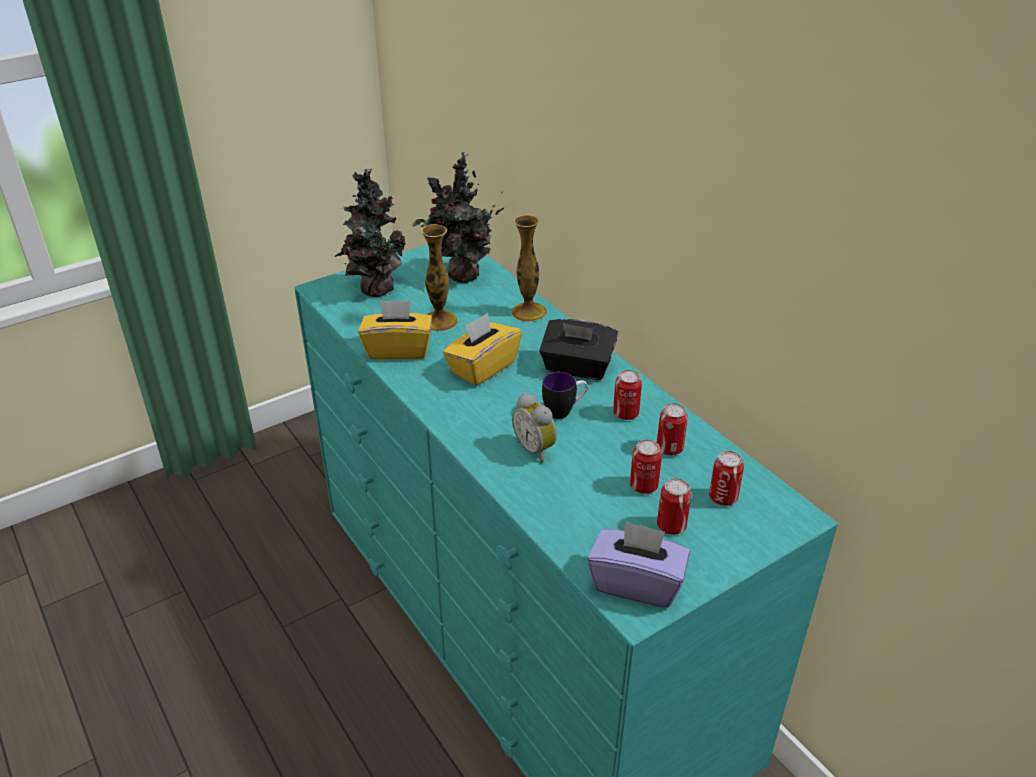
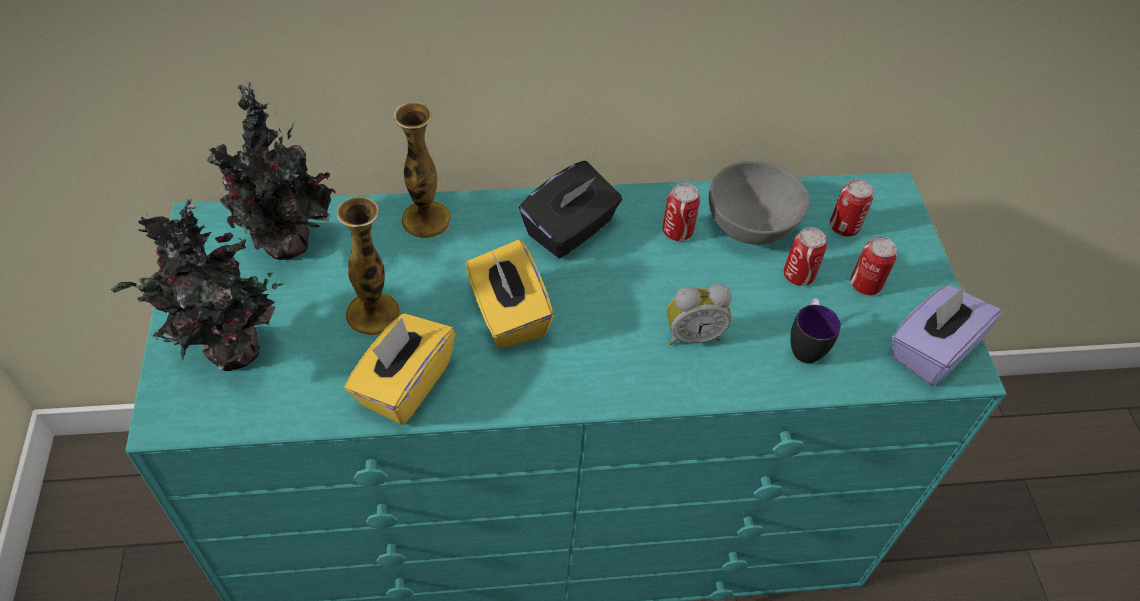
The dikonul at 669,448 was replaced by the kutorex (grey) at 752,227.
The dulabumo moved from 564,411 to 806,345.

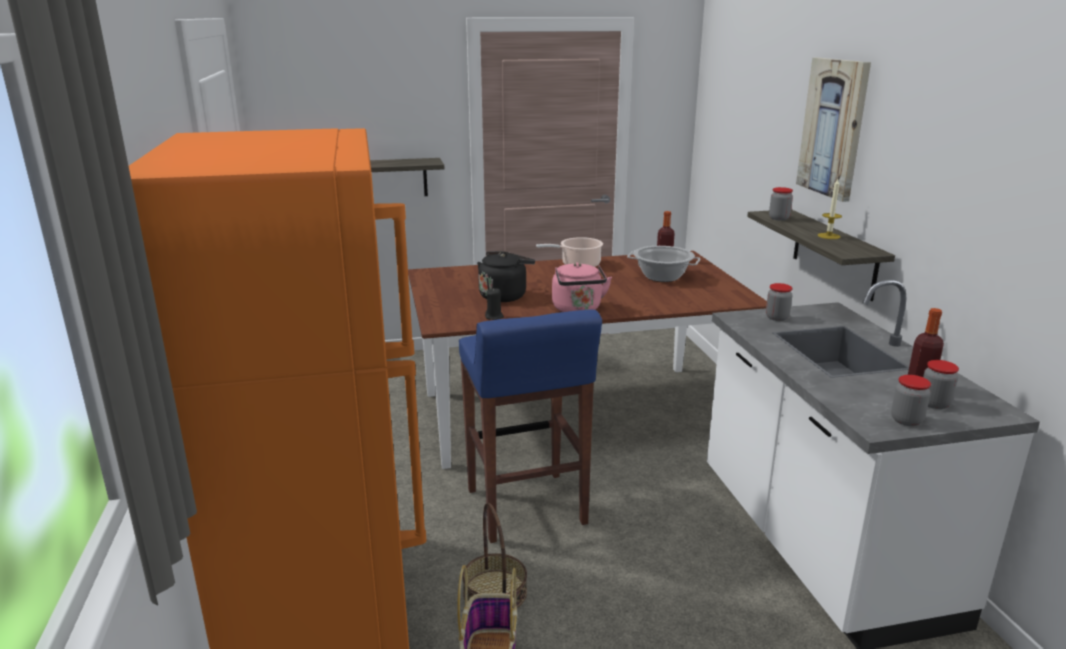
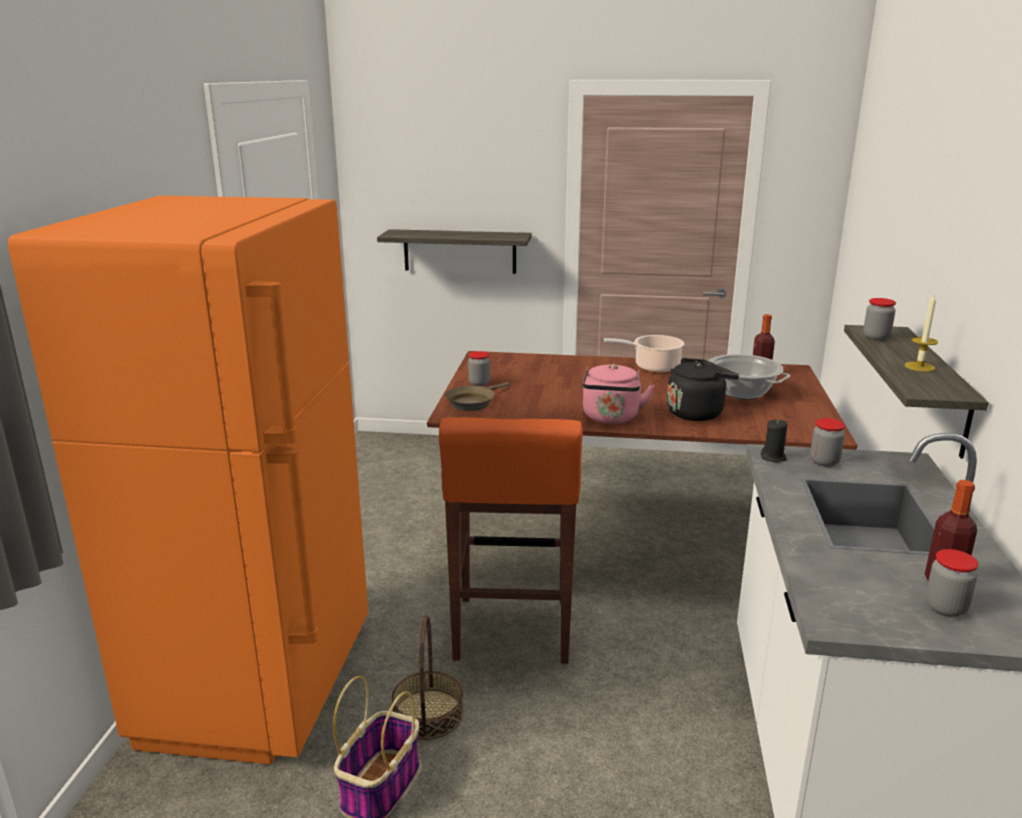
The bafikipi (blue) at 526,508 became the bafikipi (orange) at 512,631.
The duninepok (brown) at 473,402 appeared.
The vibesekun moved from 906,420 to 479,383.
The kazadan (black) moved from 504,296 to 697,412.
The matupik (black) moved from 494,317 to 773,457.
The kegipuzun at 833,128 disappeared.

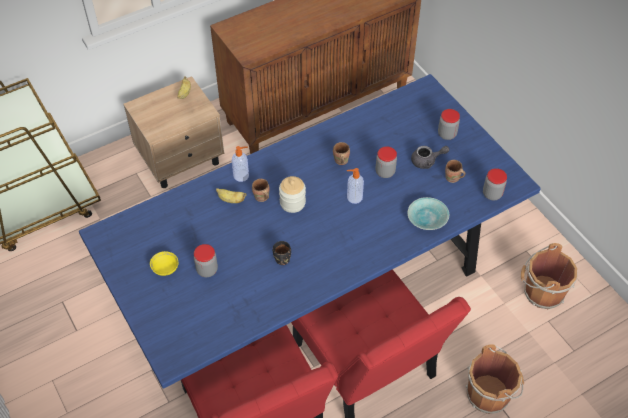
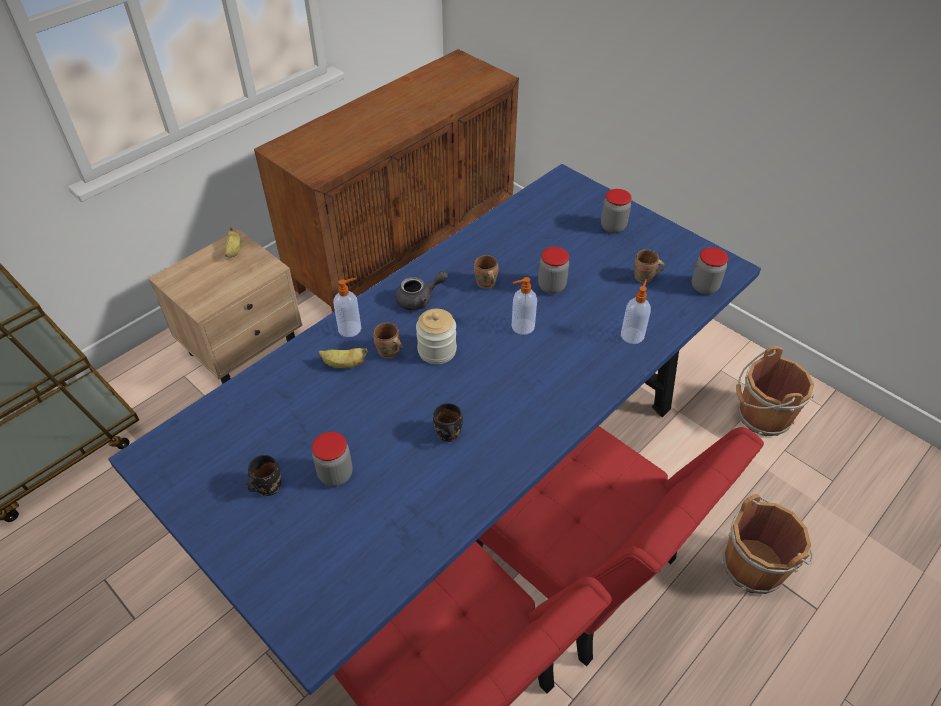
The kutorex (yellow) at 165,268 was replaced by the dulabumo (black) at 266,486.
The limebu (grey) moved from 427,161 to 419,299.
The kutorex (turquoise) at 426,219 was replaced by the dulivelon at 632,335.

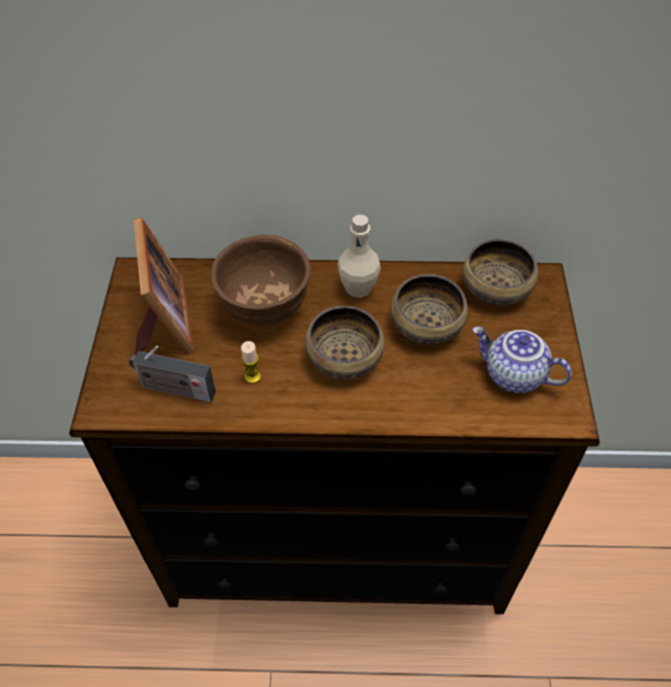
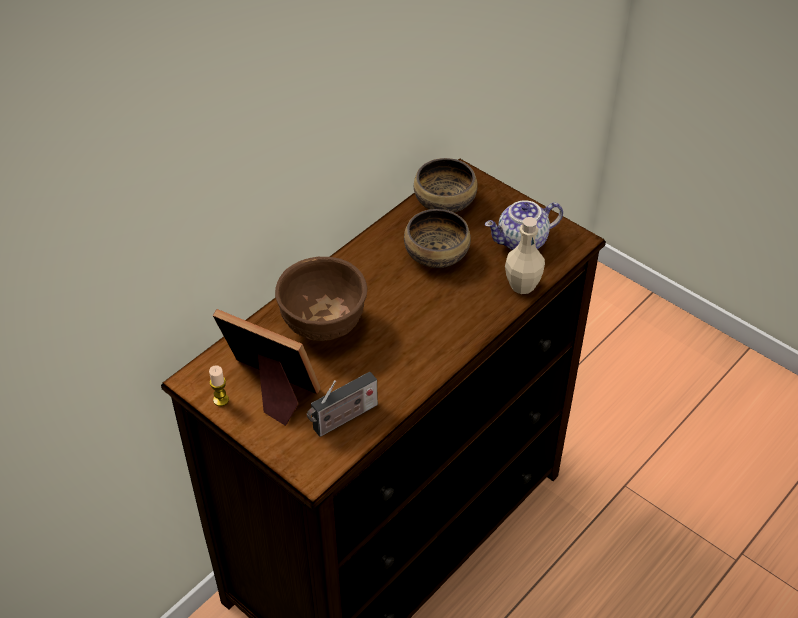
The matupik moved from 252,376 to 221,400.
The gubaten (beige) moved from 358,288 to 522,285.
The kutorex at 344,357 disappeared.

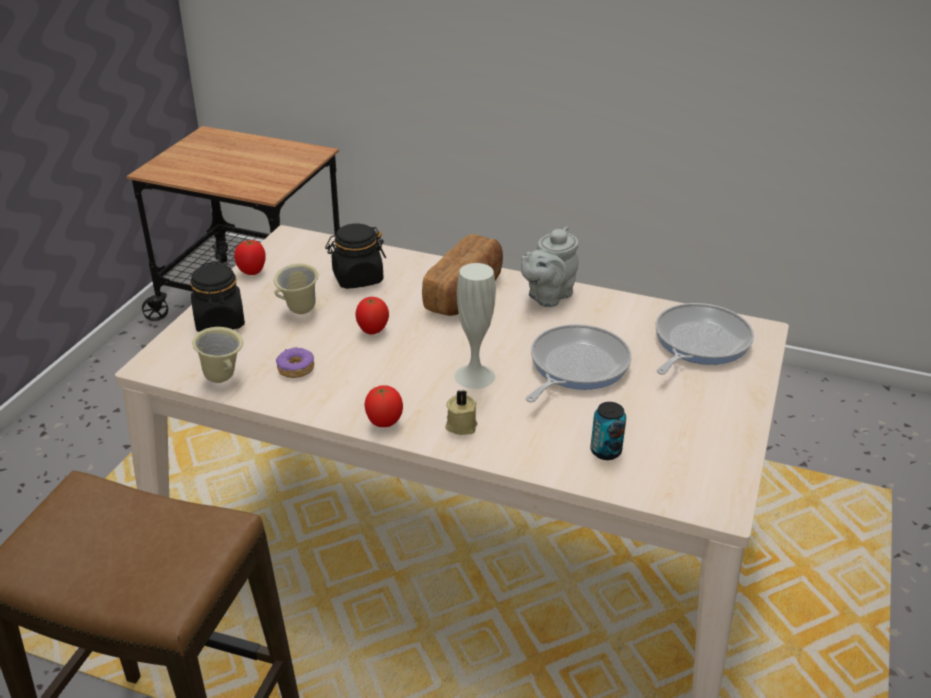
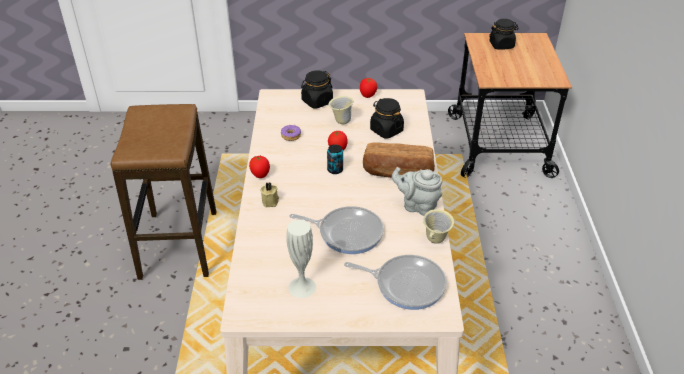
The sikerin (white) moved from 474,376 to 302,287.
The dikonul moved from 605,451 to 335,170.
The dulabumo (beige) moved from 223,378 to 436,241.
The vibesekun (black) at 501,45 appeared.

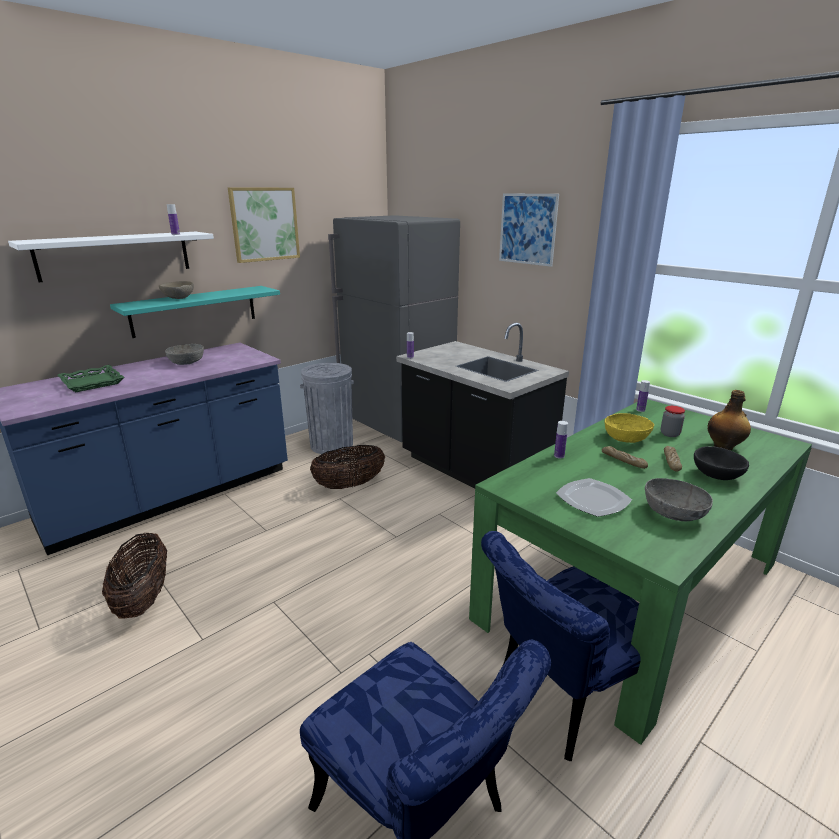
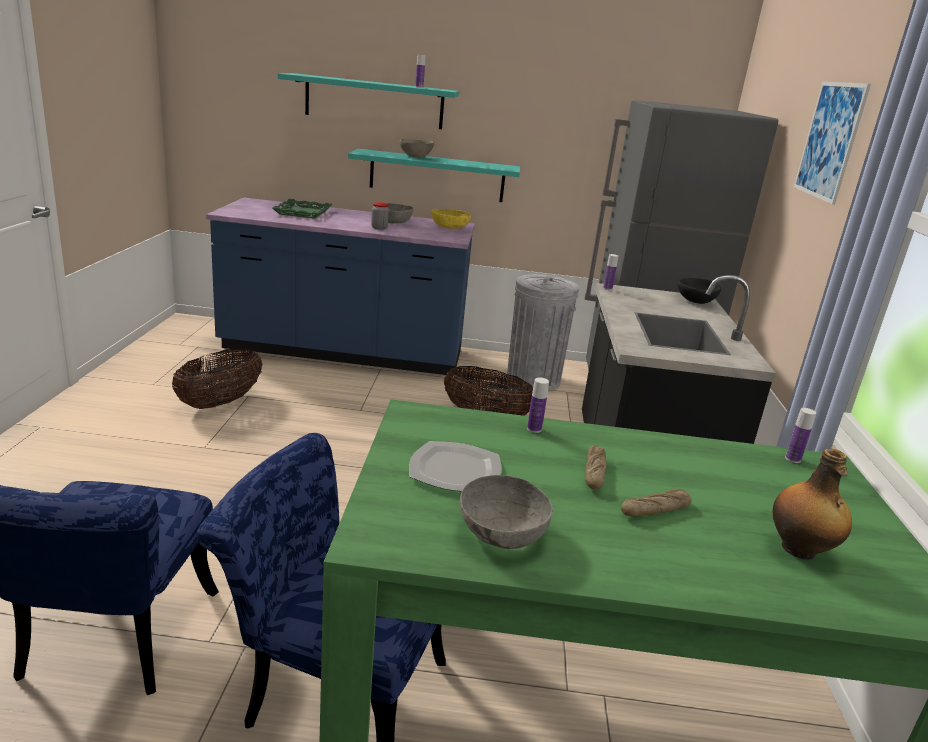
The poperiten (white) at 115,255 became the poperiten (turquoise) at 374,102.
The vibesekun moved from 670,434 to 379,228.
The kutorex (yellow) moved from 626,438 to 450,227.
The kutorex (black) moved from 716,476 to 695,301.
The kegipuzun at 264,224 disappeared.

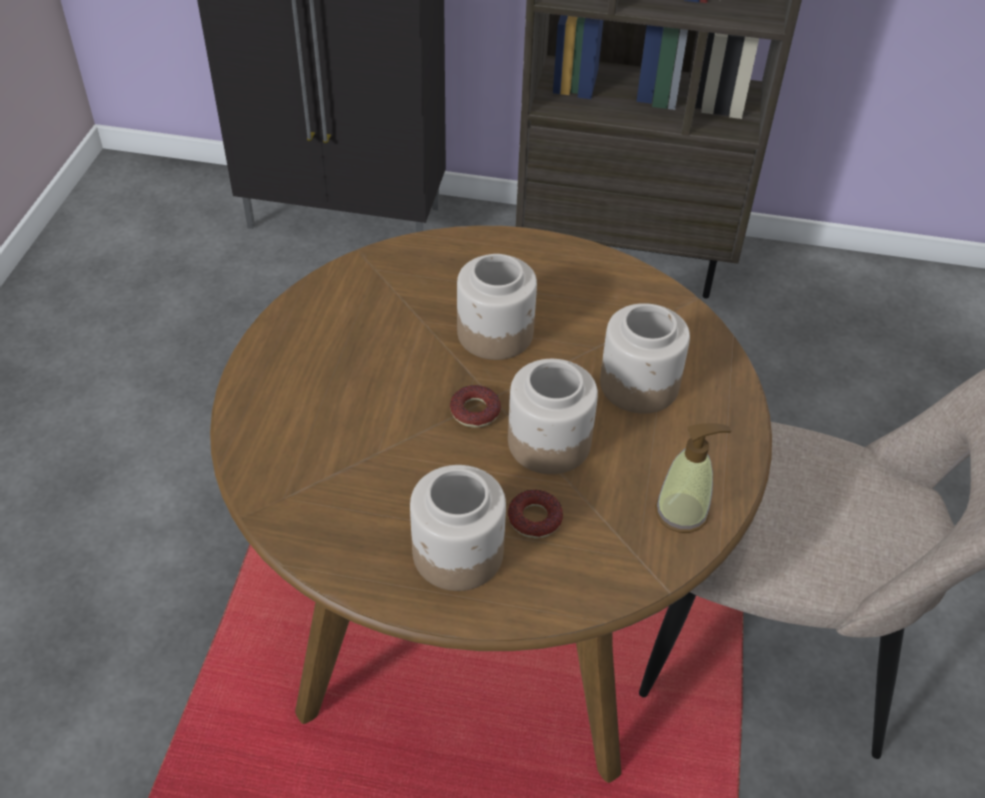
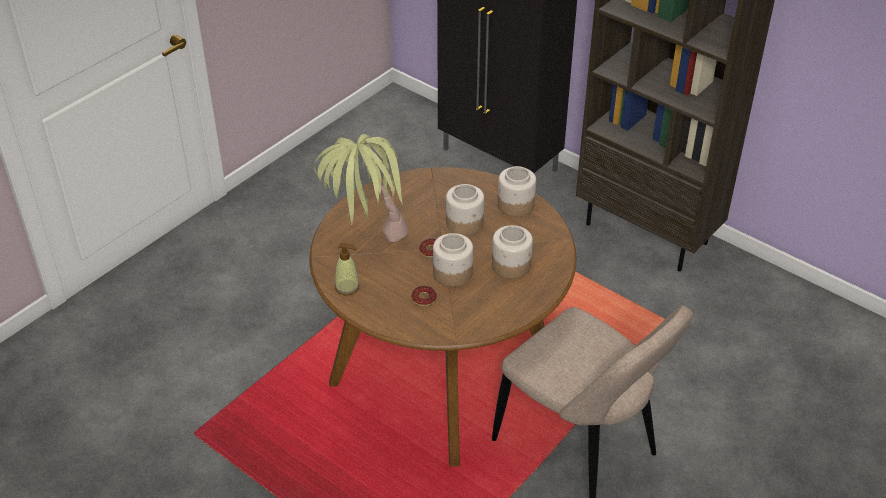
The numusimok at 366,242 appeared.
The dulivelon moved from 682,512 to 347,287.
The vibesekun moved from 457,554 to 515,205.

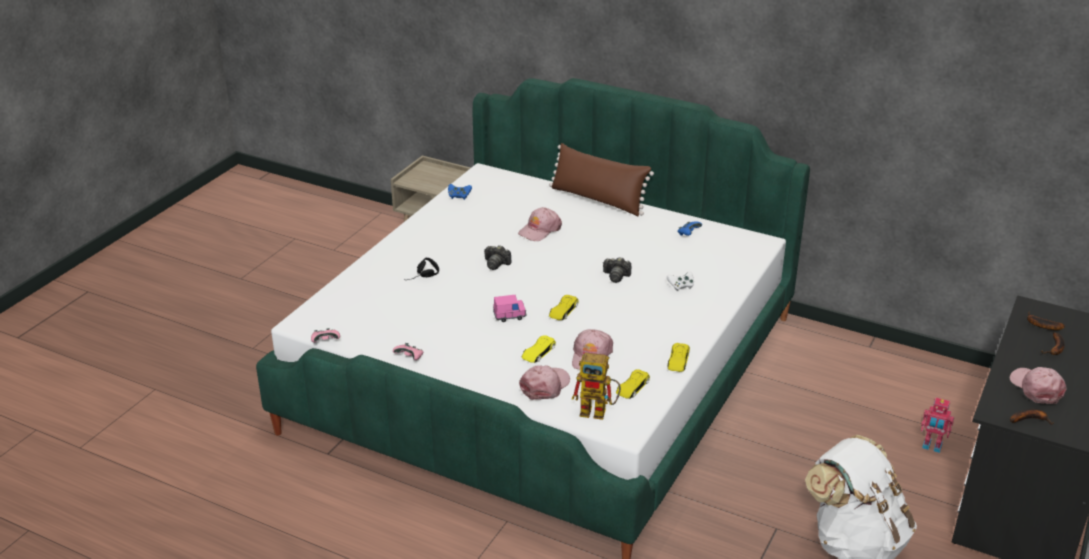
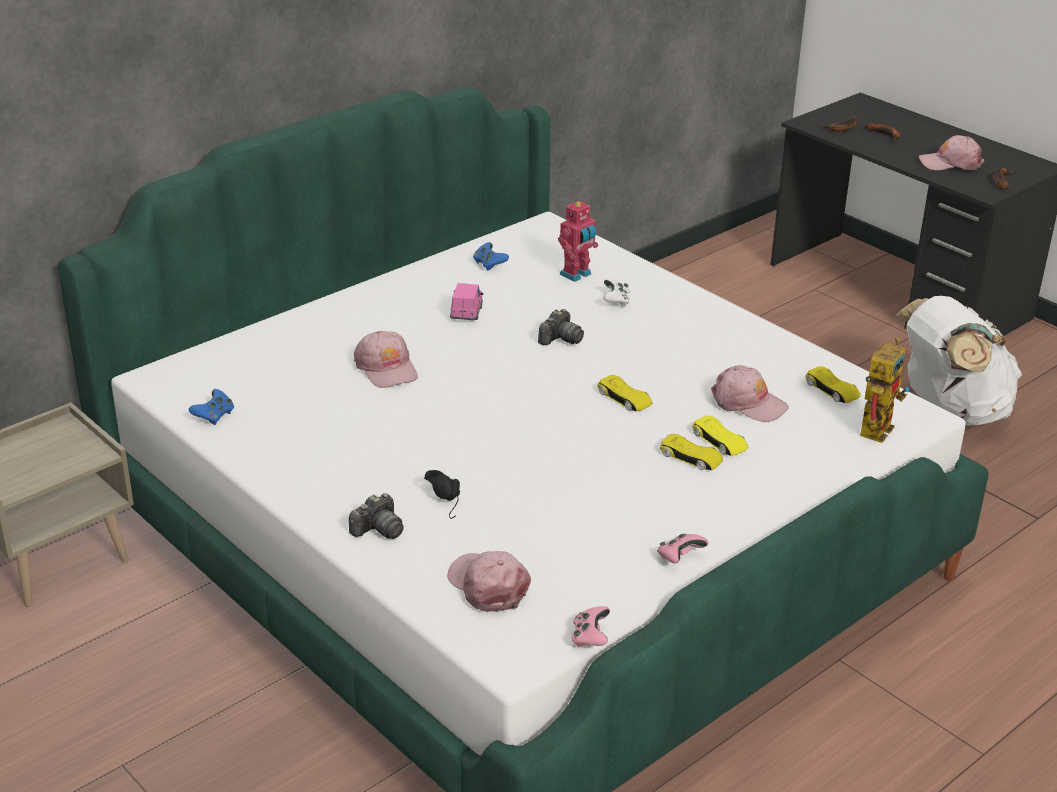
The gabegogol moved from 496,264 to 378,529.
The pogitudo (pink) moved from 545,386 to 488,585.
The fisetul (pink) moved from 509,316 to 466,313.
The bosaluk moved from 931,446 to 577,275.
The fisetul (yellow) moved from 678,361 to 691,457.
The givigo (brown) at 598,199 disappeared.

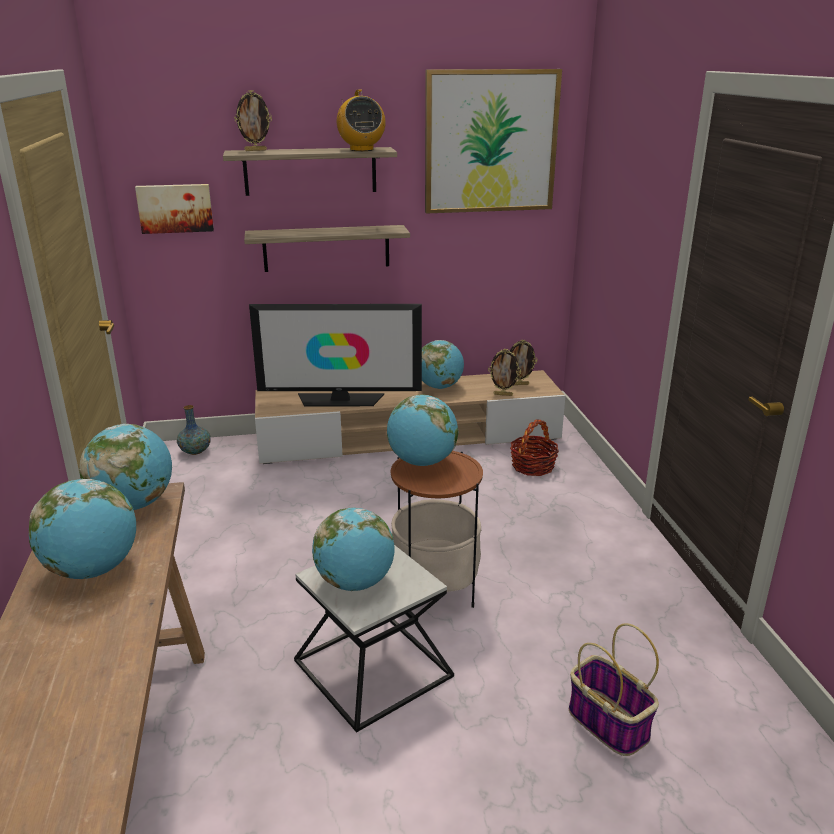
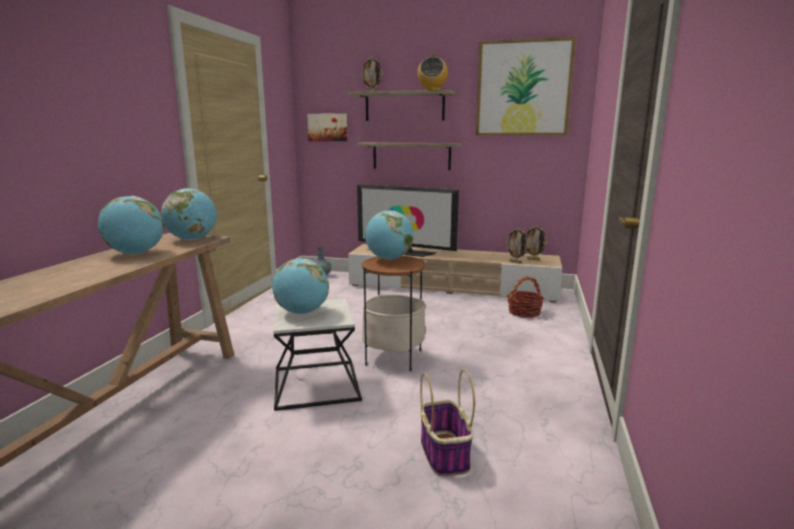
The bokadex at 439,387 disappeared.

